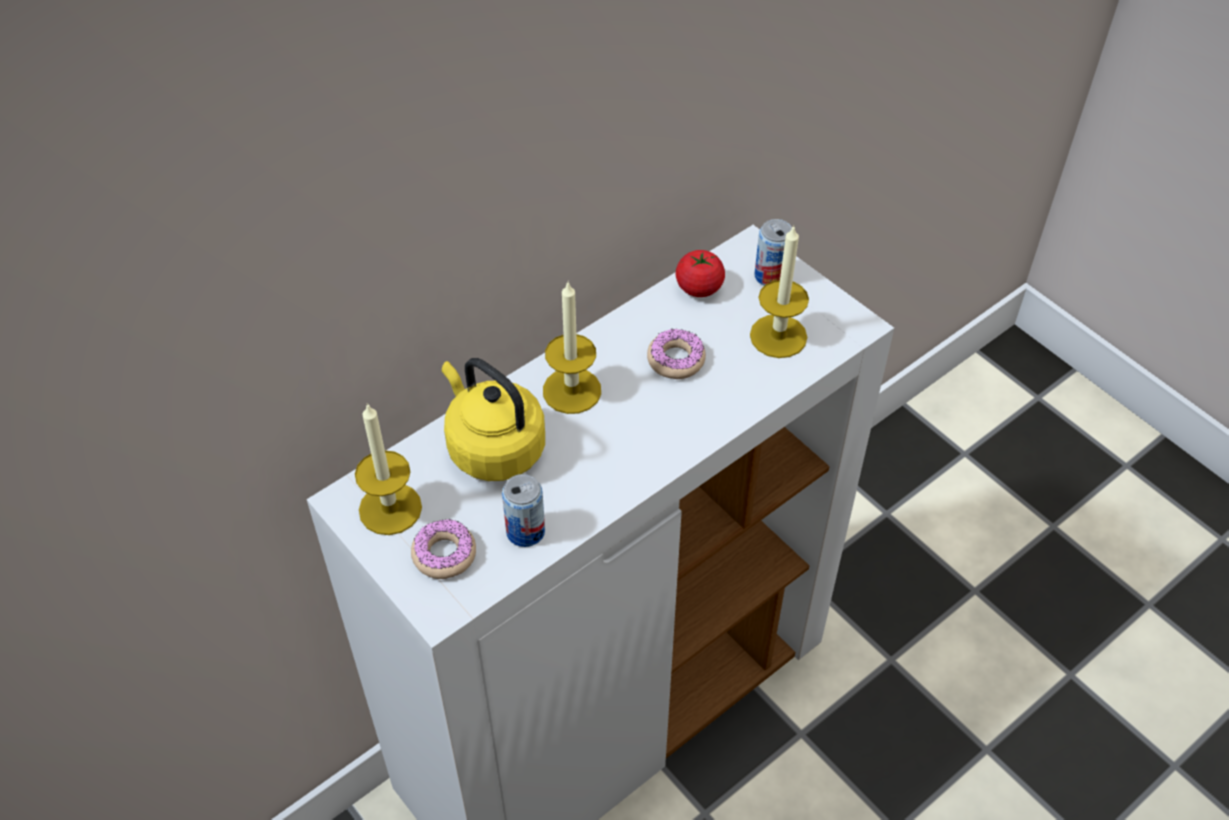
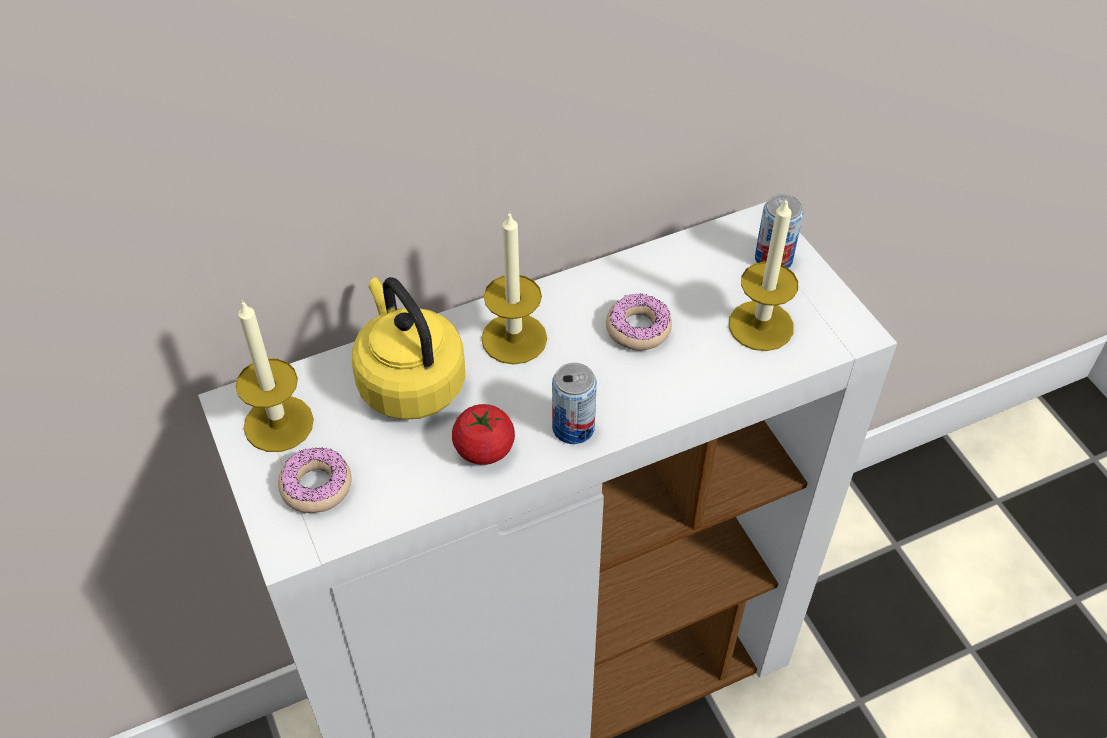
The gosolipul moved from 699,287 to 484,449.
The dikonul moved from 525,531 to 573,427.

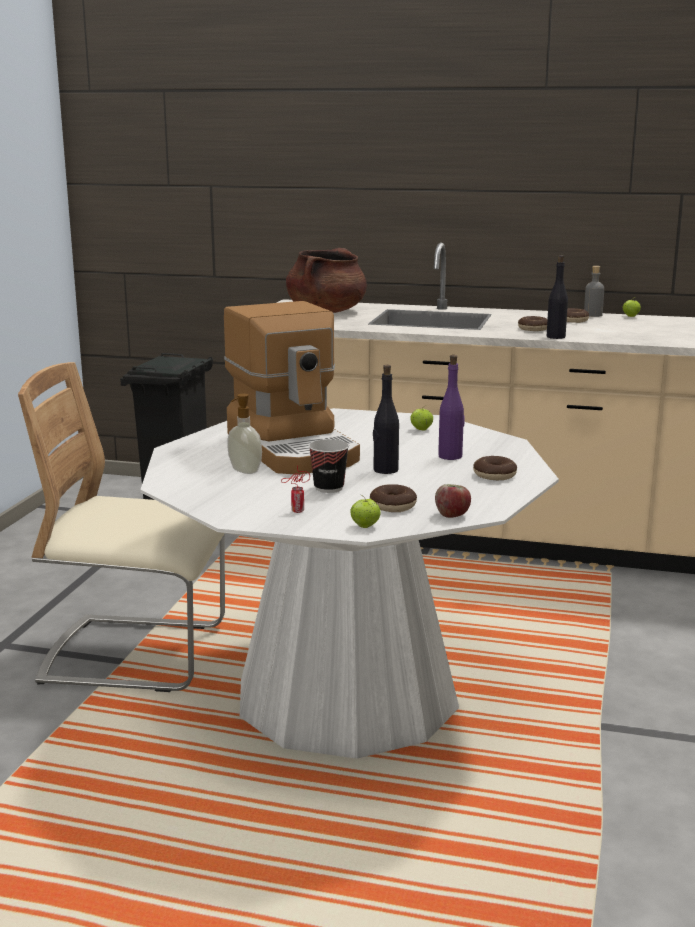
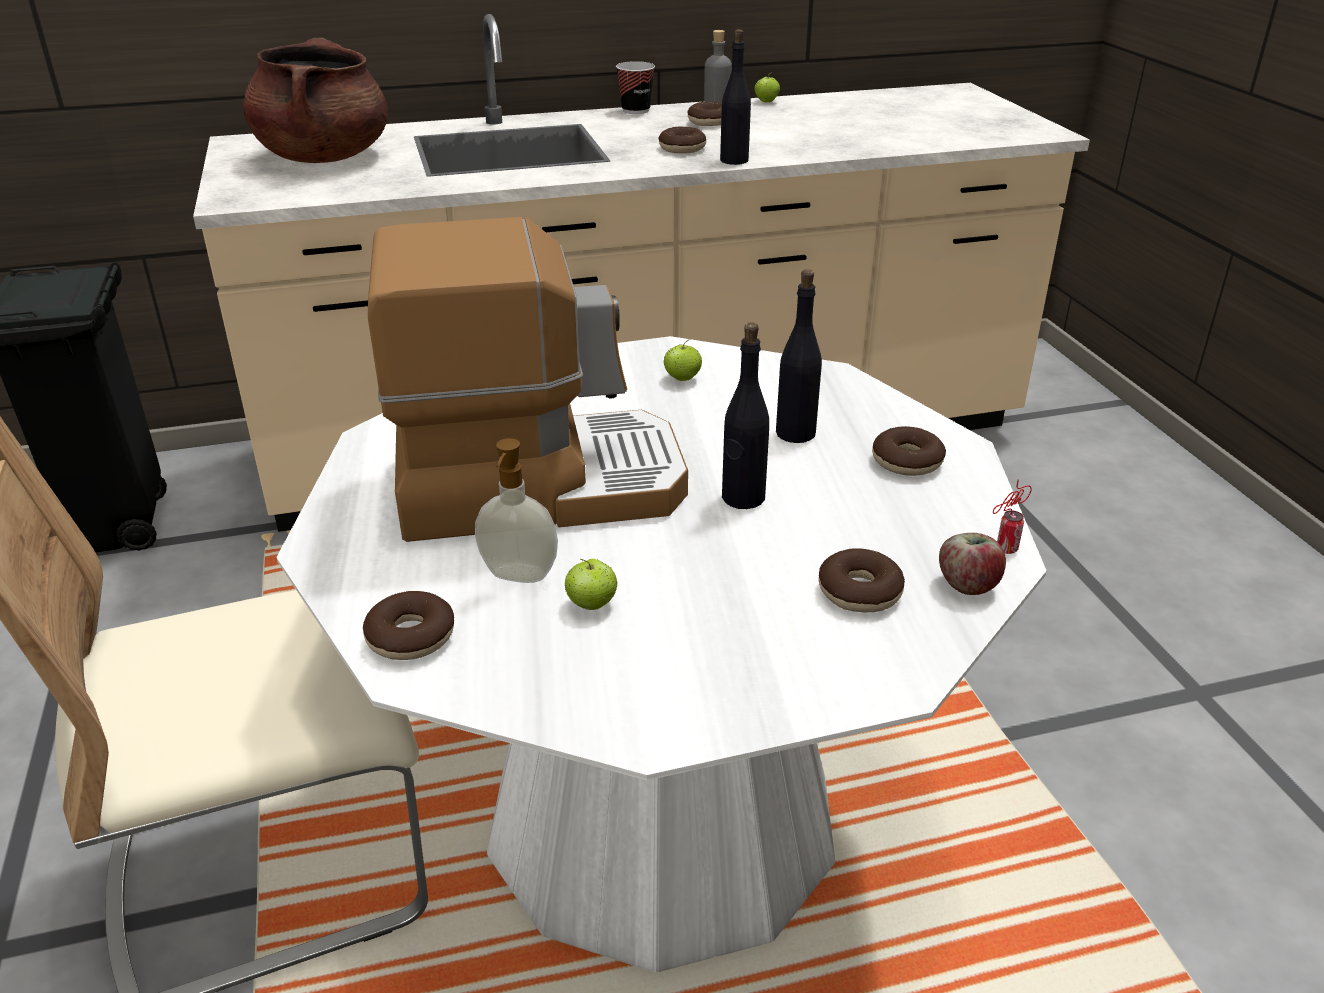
The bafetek at 411,637 appeared.
The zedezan at 294,448 turned 45 degrees counterclockwise.
The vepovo moved from 365,526 to 592,605.
The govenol moved from 329,488 to 636,110.
The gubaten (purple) at 450,456 became the gubaten (black) at 796,433.
The dikonul moved from 296,511 to 1004,550.

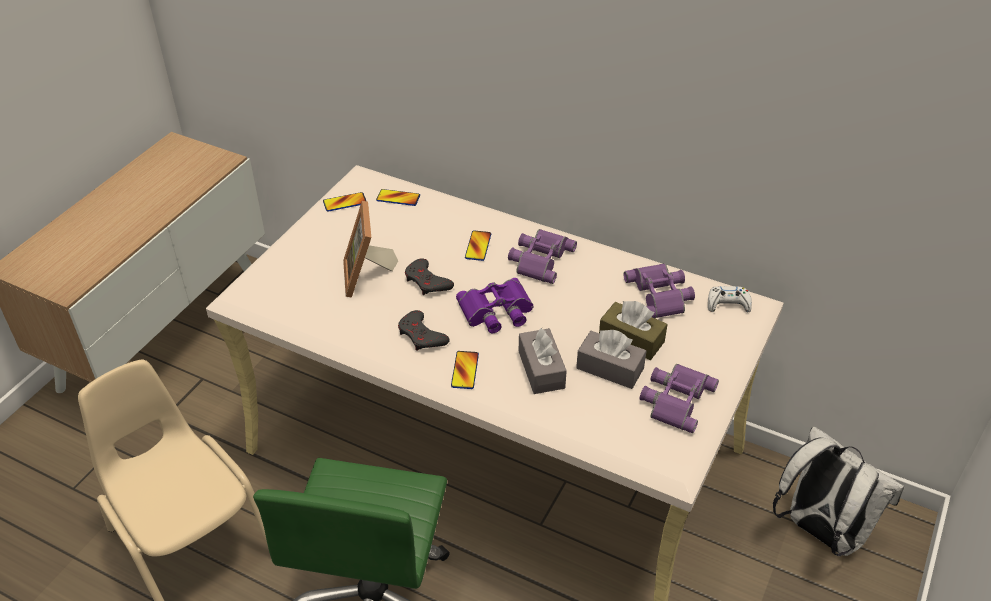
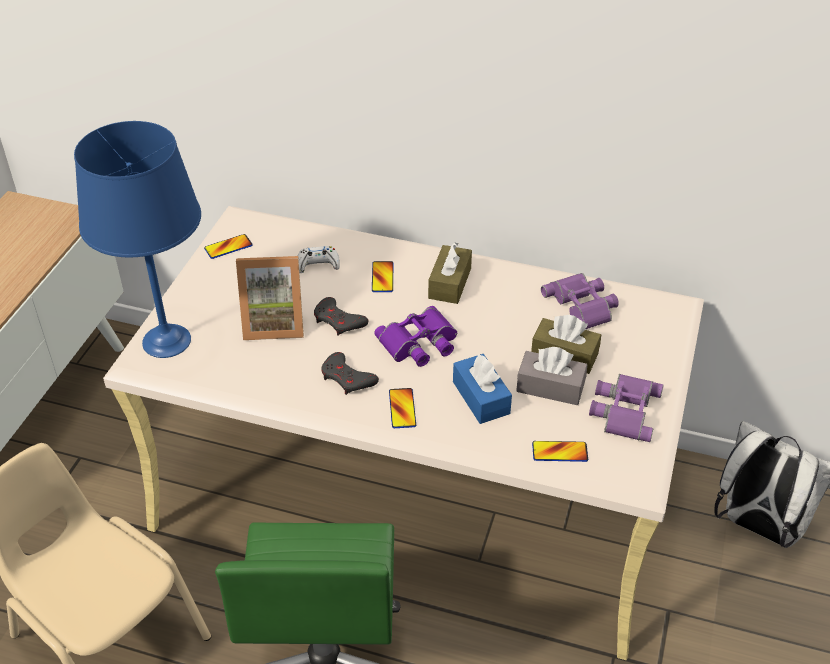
The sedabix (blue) at 166,341 appeared.
The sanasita at 368,277 turned 75 degrees counterclockwise.
The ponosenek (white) moved from 728,304 to 318,264.
The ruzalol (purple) at 539,259 was replaced by the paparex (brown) at 449,283.
The paparex (grey) at 541,369 became the paparex (blue) at 481,397.
The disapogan moved from 398,198 to 559,452.

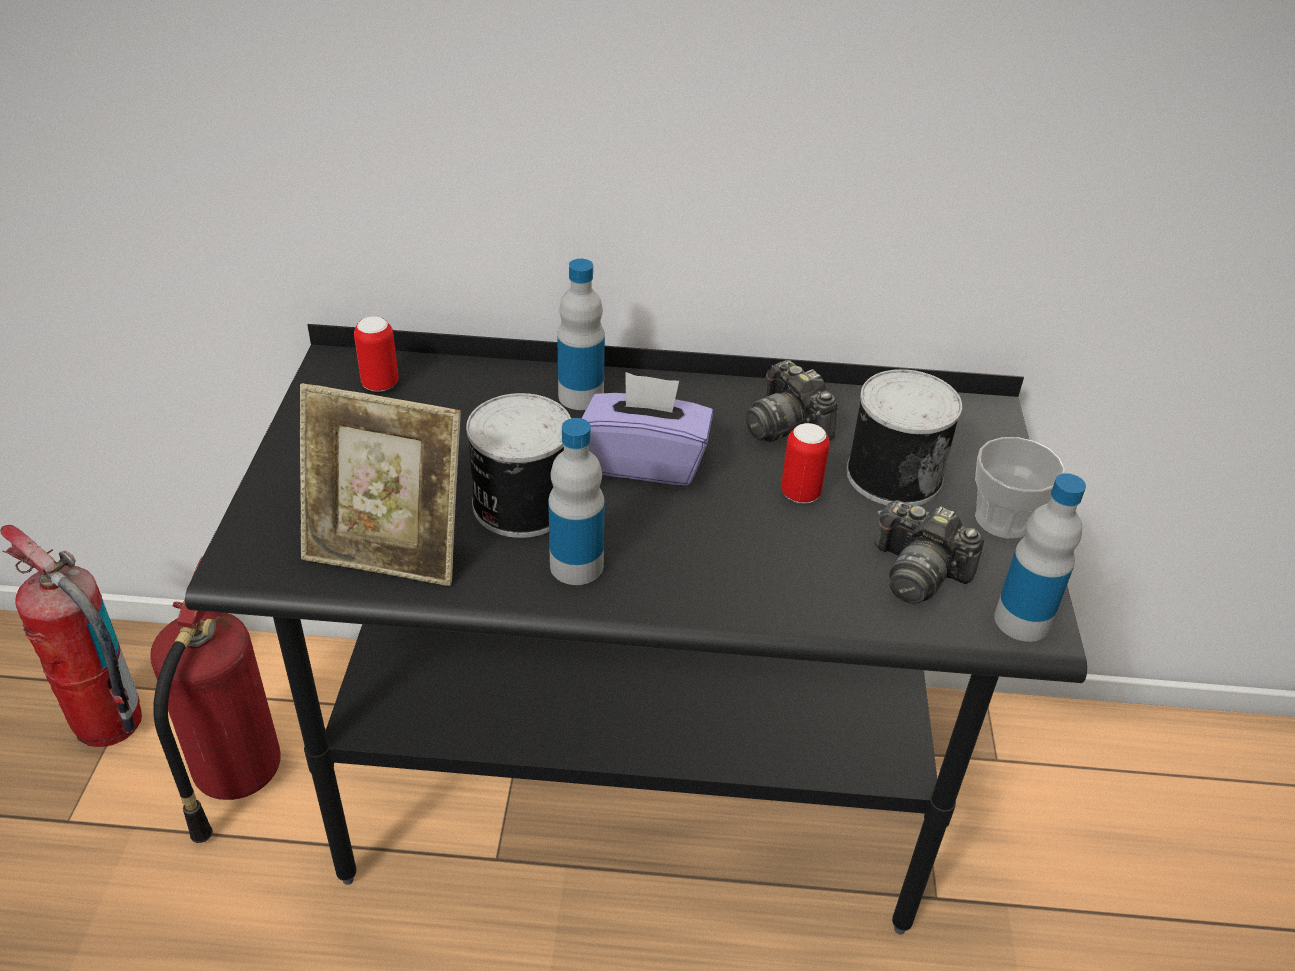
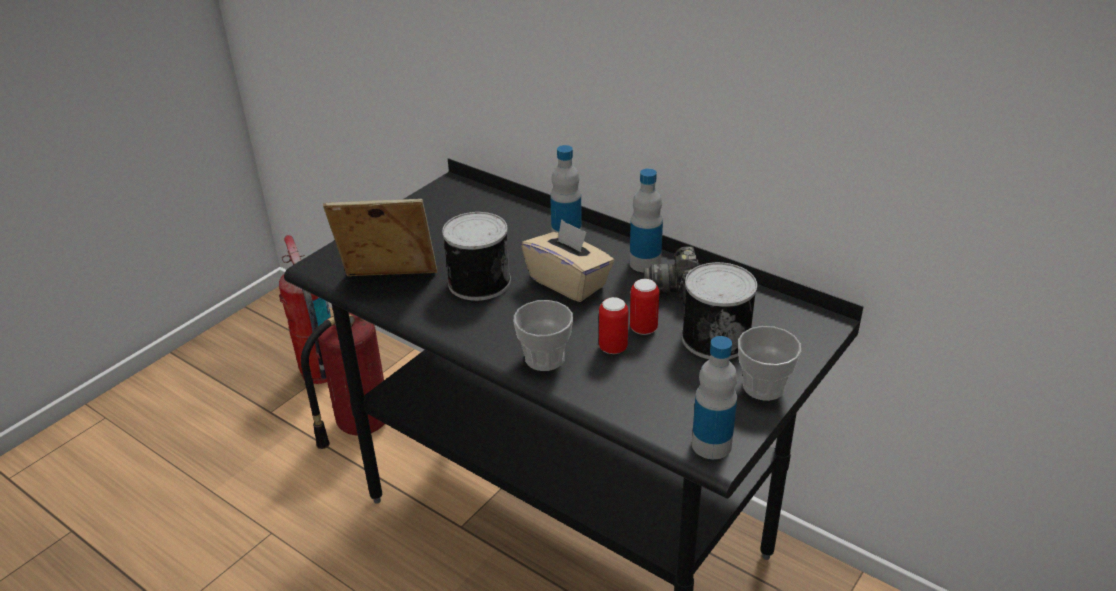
The sanasita at 387,553 turned 135 degrees clockwise.
The govenol at 544,358 appeared.
The paparex (purple) at 646,461 became the paparex (beige) at 568,282.
The dikonul moved from 380,384 to 613,348.
The gubaten moved from 576,565 to 645,263.
The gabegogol at 918,572 disappeared.

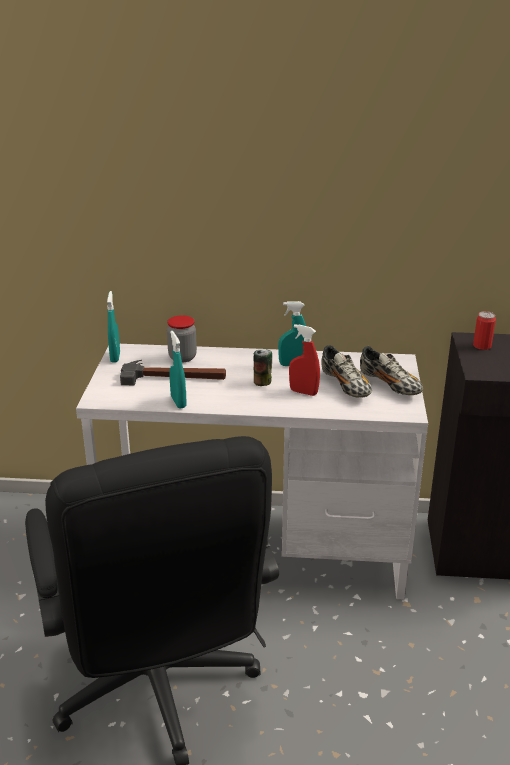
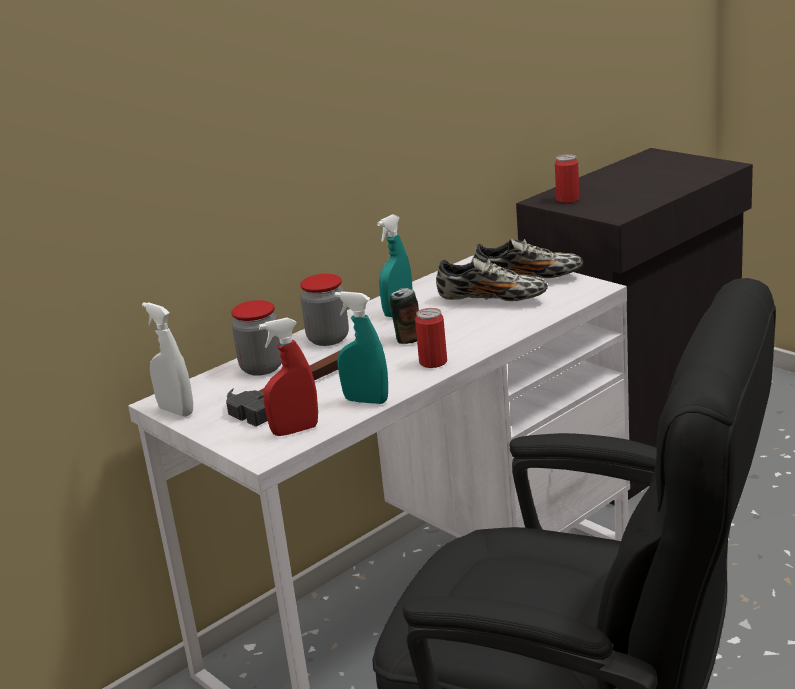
The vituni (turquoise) at 115,357 became the vituni (white) at 176,411.
The vituni (red) moved from 303,392 to 295,430.
The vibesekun at 328,339 appeared.
The dikonul at 433,362 appeared.

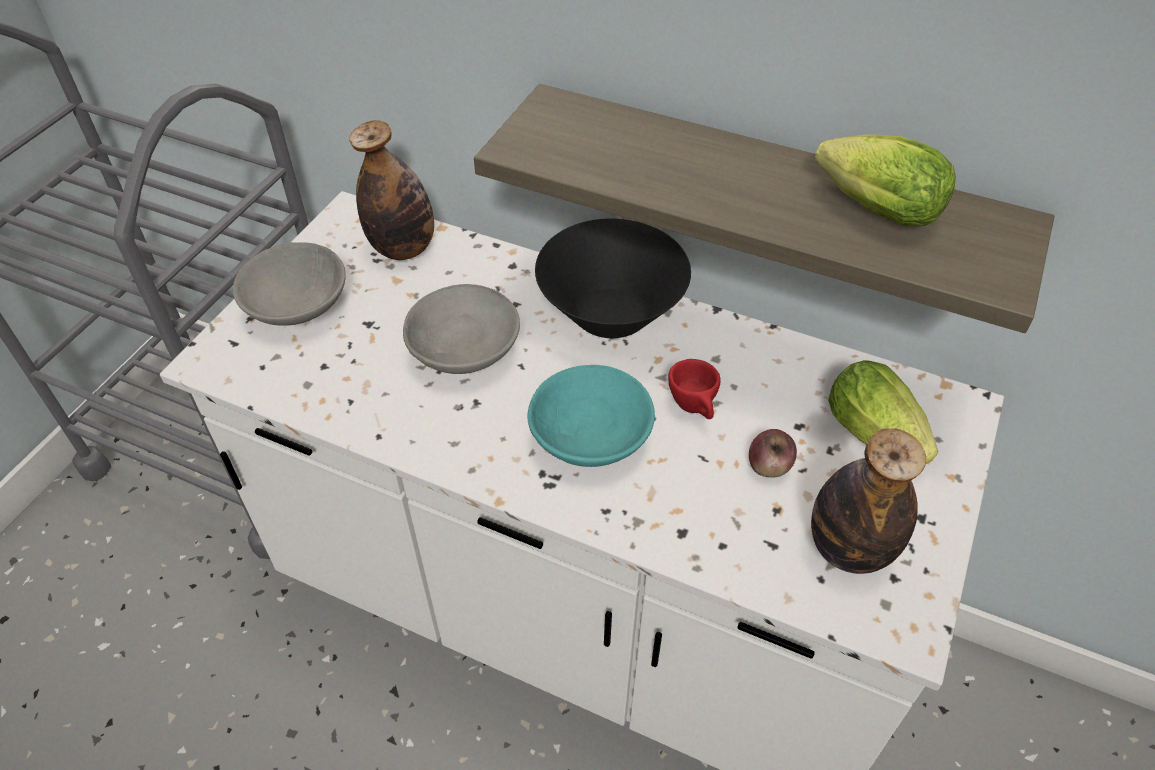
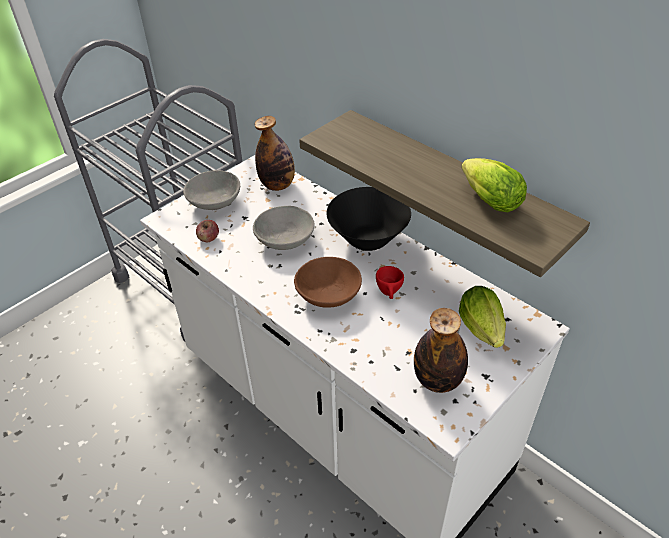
The vepovo moved from 769,466 to 208,238.
The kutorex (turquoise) at 590,437 became the kutorex (brown) at 328,295.

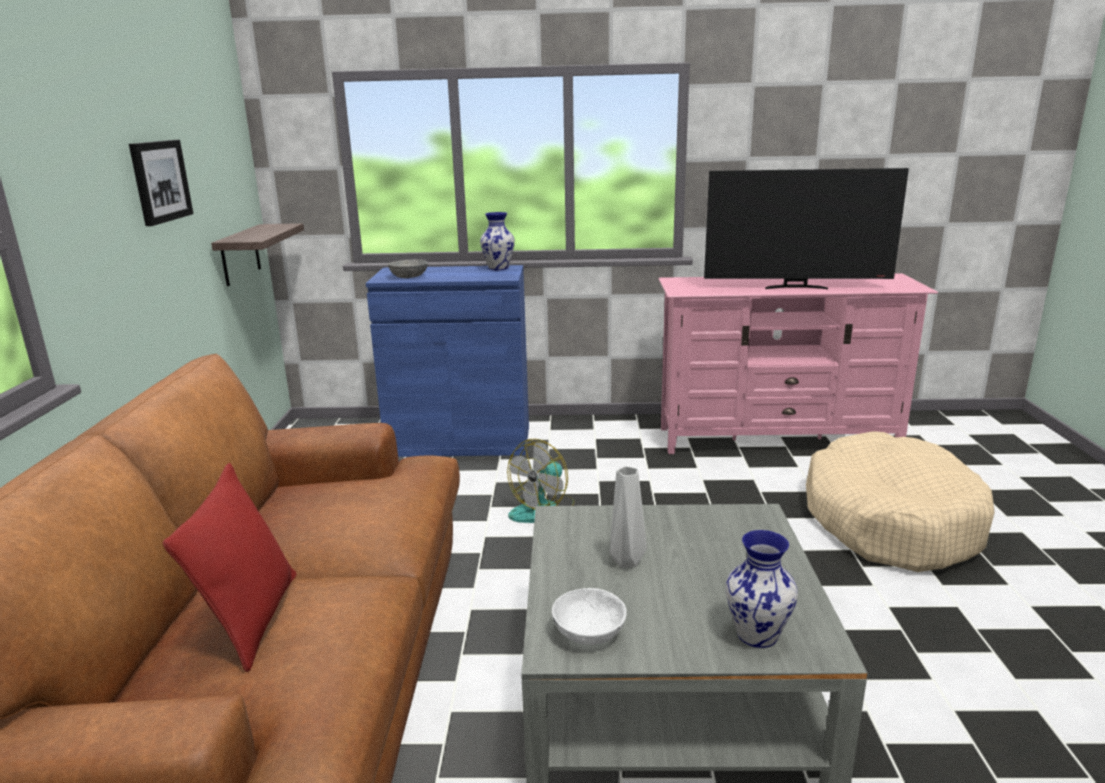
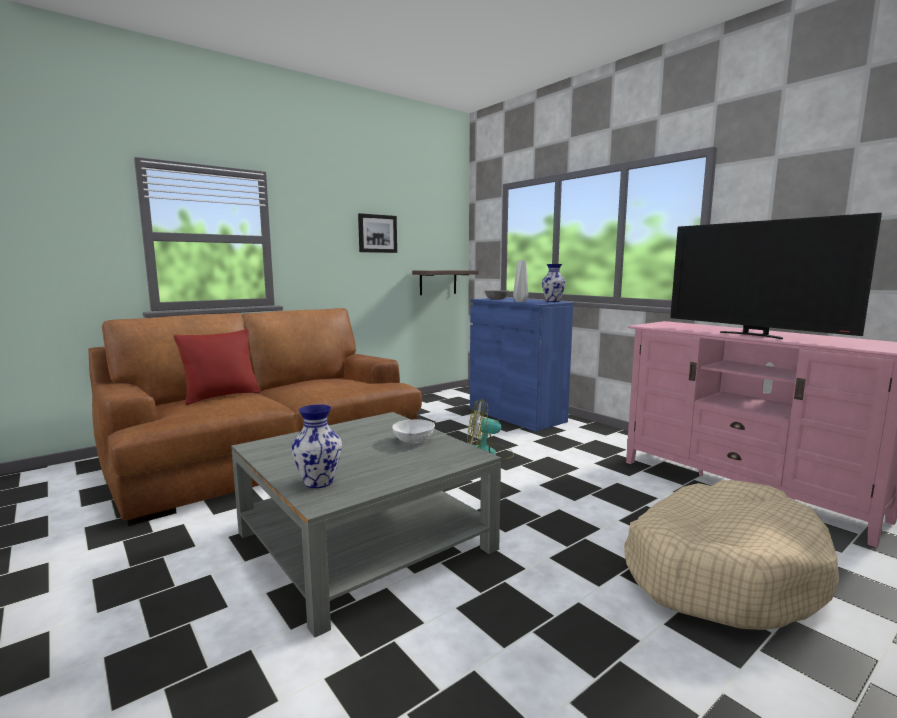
The kutorex (white) moved from 588,632 to 414,440.
The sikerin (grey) moved from 627,561 to 521,301.

